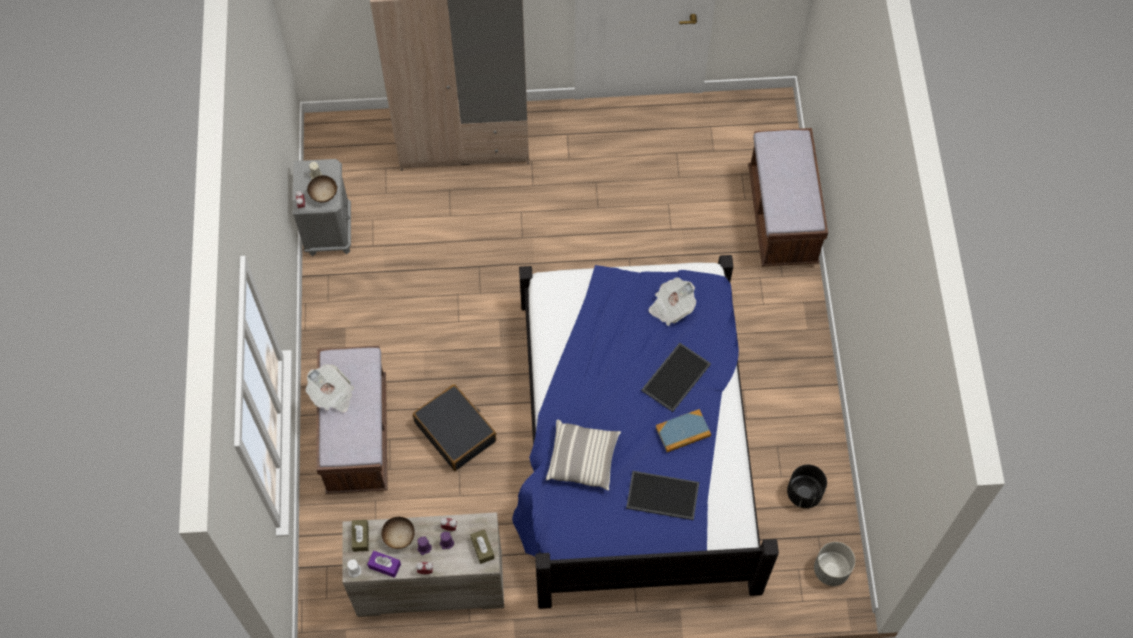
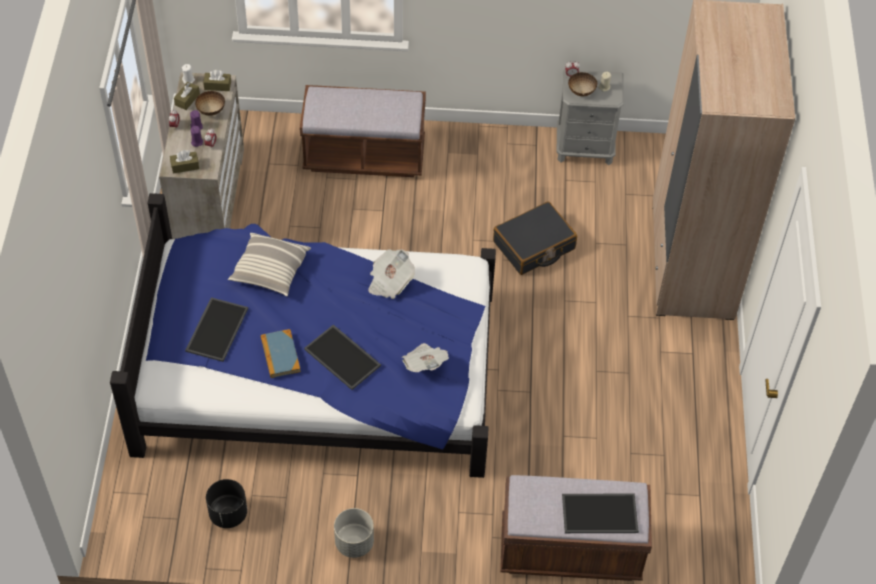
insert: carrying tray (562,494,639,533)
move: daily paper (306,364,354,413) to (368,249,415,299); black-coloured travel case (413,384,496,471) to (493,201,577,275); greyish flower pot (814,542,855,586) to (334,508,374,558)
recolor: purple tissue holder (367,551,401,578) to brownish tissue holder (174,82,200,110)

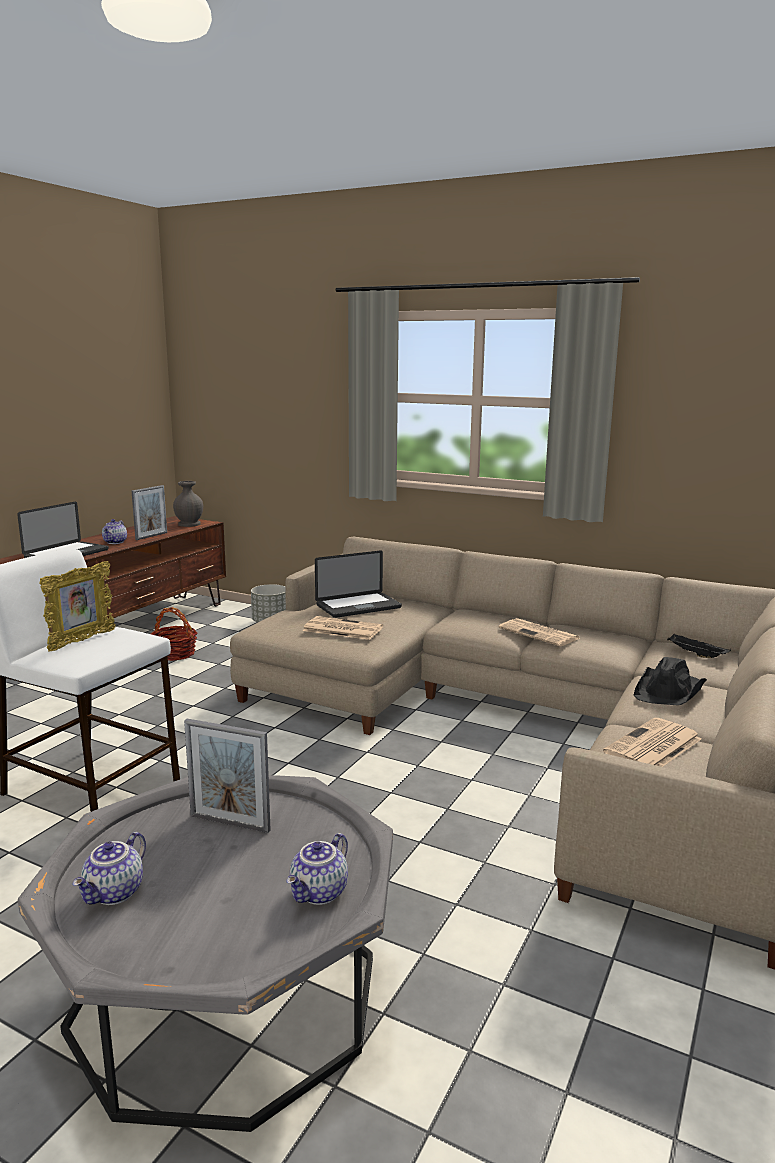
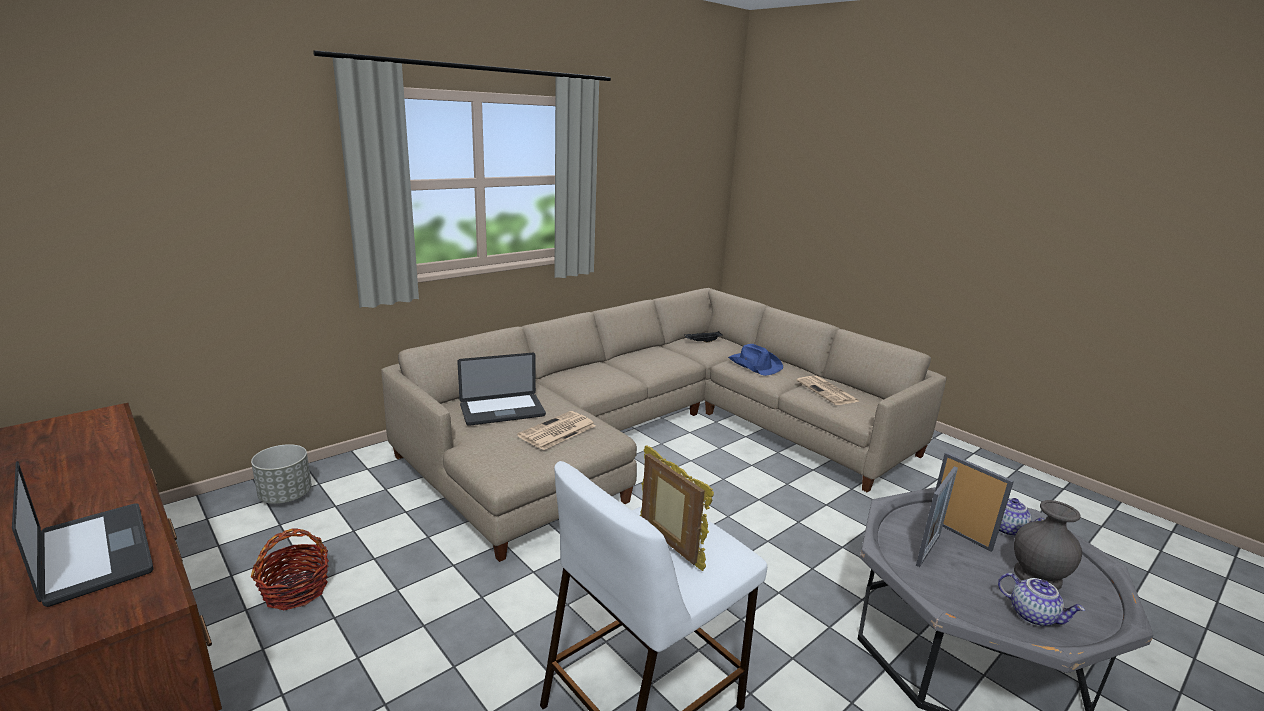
delete: pot for tea (102,519,127,544); daily paper (499,618,580,647)
move: photo frame (132,485,167,540) to (935,452,1014,552); greyish flower vase (173,481,203,527) to (1014,500,1082,590)
recolor: black-coloured hat (633,657,707,706) to bluish hat (728,344,783,376)
rotate: portable computer (315,551,402,618) = (457,353,546,426) 75 degrees clockwise

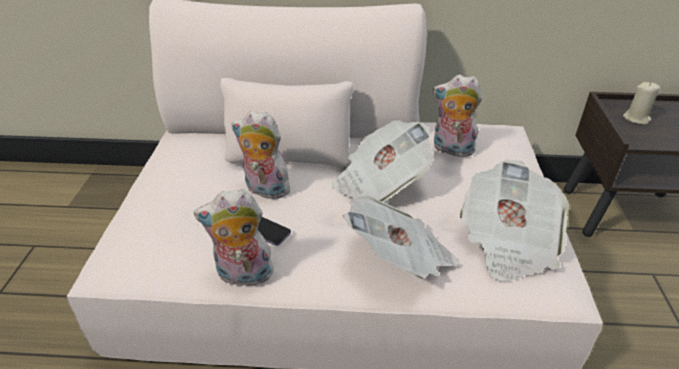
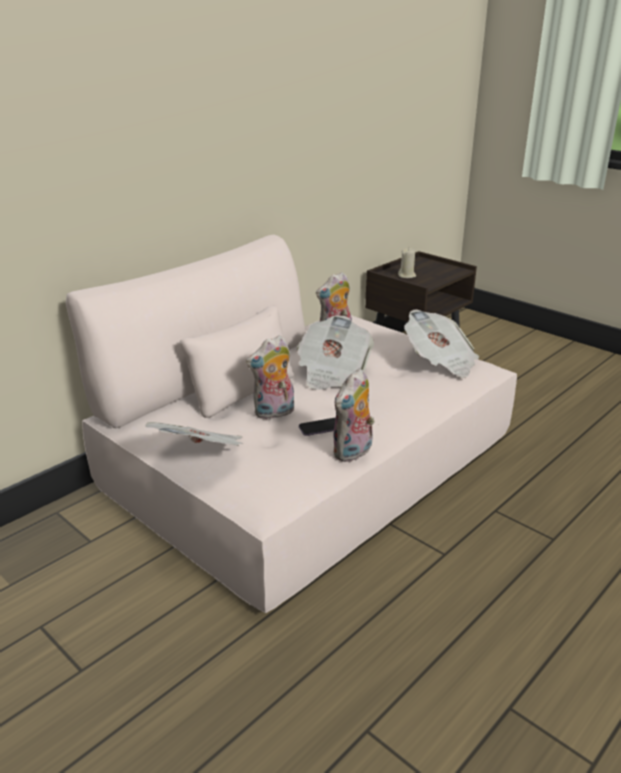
move: daily paper (343,196,460,279) to (145,422,243,446)

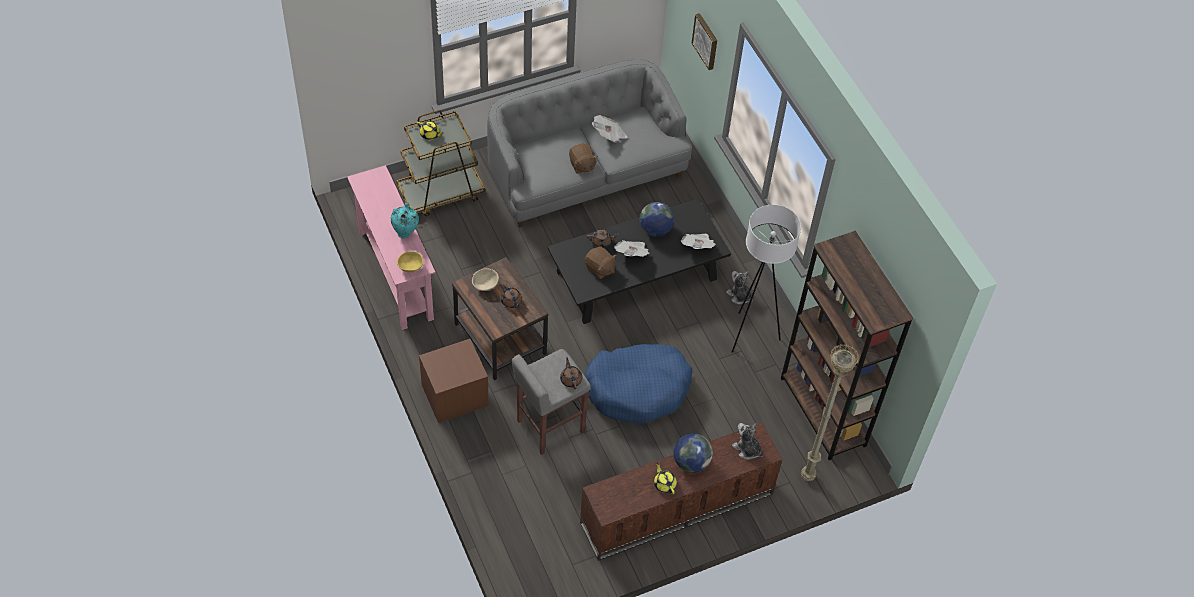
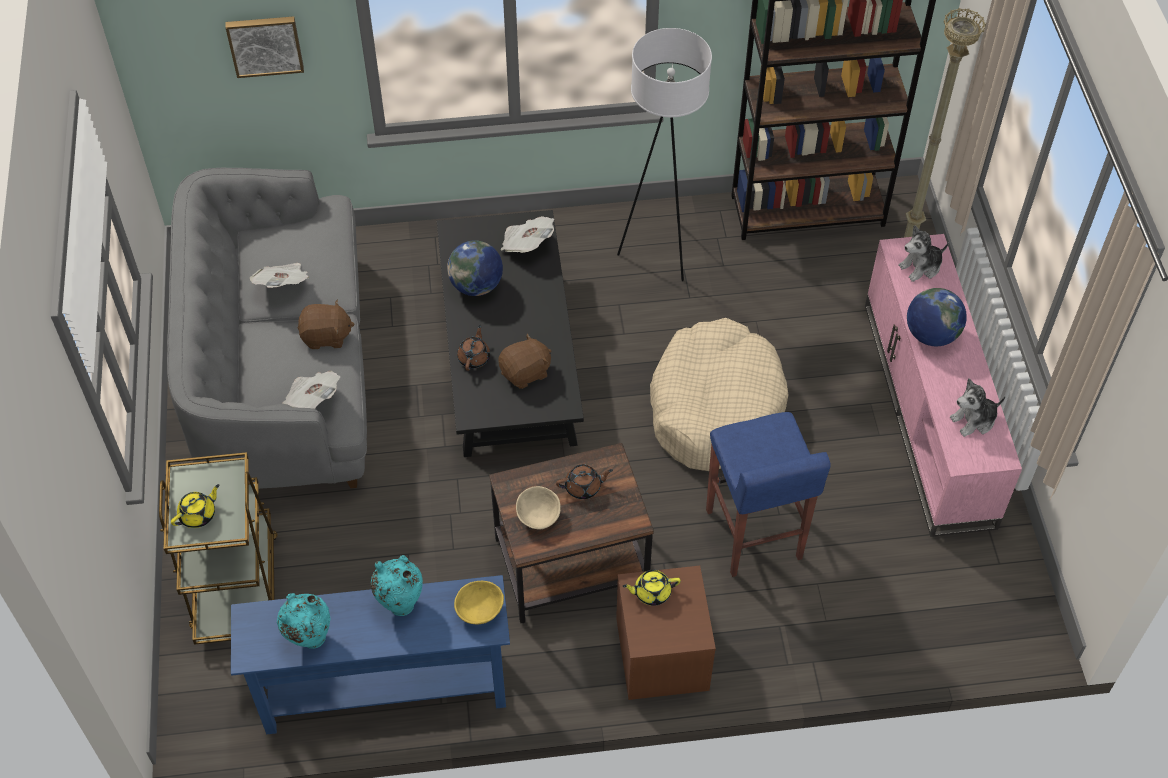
delete: brownish pot for tea (560,357,582,389)
insert: turquoise flower vase (277,593,330,649)
move: daily paper (614,240,649,257) to (282,371,341,409); yellowish pot for tea (654,462,677,494) to (622,570,681,606); plush toy (726,271,753,304) to (950,378,1005,437)
recolor: pink narrow table (347,165,436,330) to bluish narrow table (231,575,510,734); greyish stool seat (512,349,591,455) to bluish stool seat (706,412,831,577); brownish tv unit (580,422,782,561) to pink tv unit (865,234,1022,537); bluish dog bed (585,344,693,423) to sand-coloured dog bed (650,318,789,471)

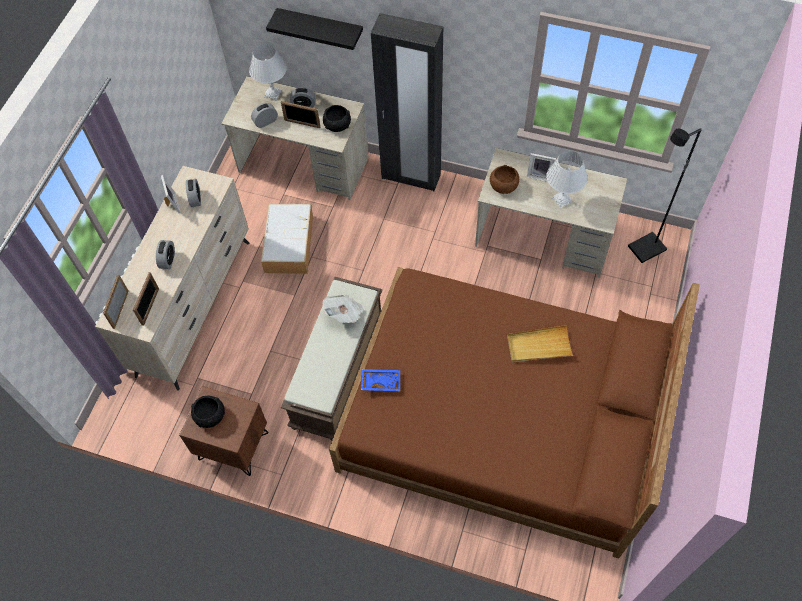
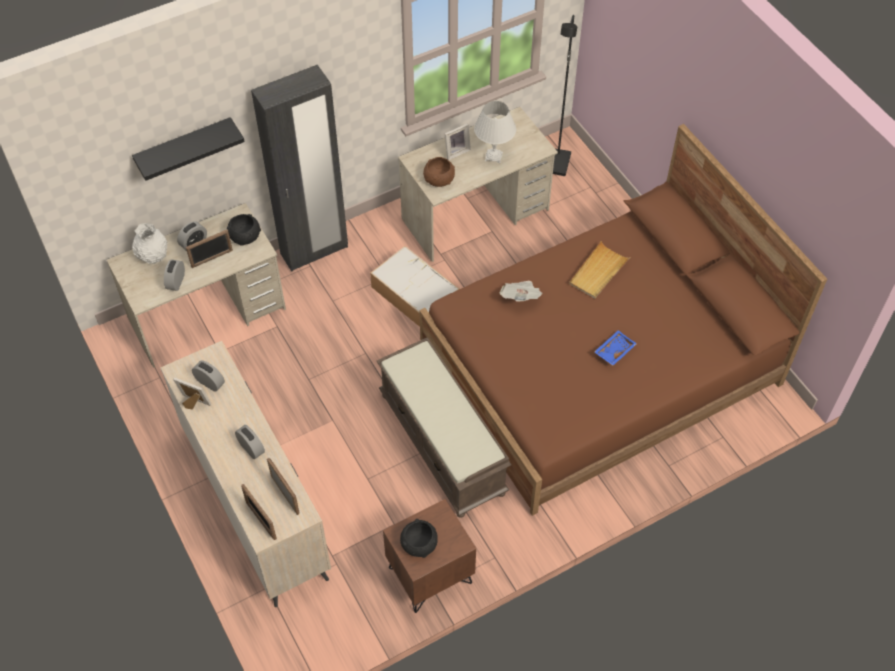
move: storage box (261,204,313,274) to (370,246,459,327); daily paper (322,295,366,323) to (499,281,543,302); bluish carrying tray (361,369,400,391) to (594,330,637,366)
replace: whitish lamp for a table (249,44,287,101) to whitish flower vase (132,223,167,264)

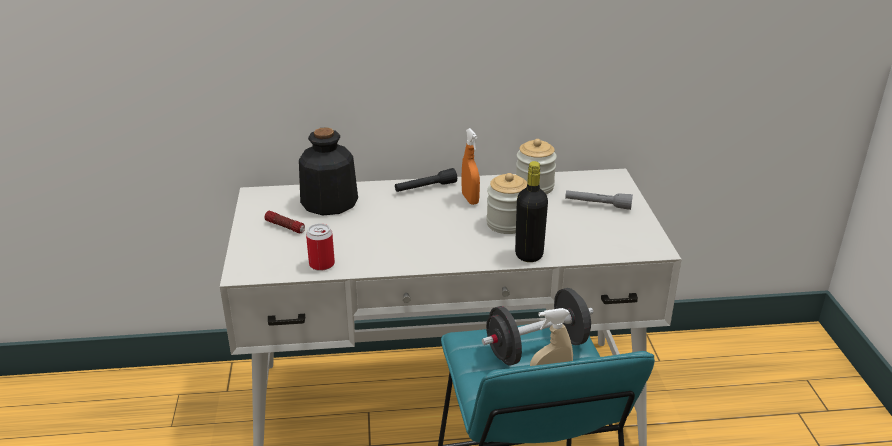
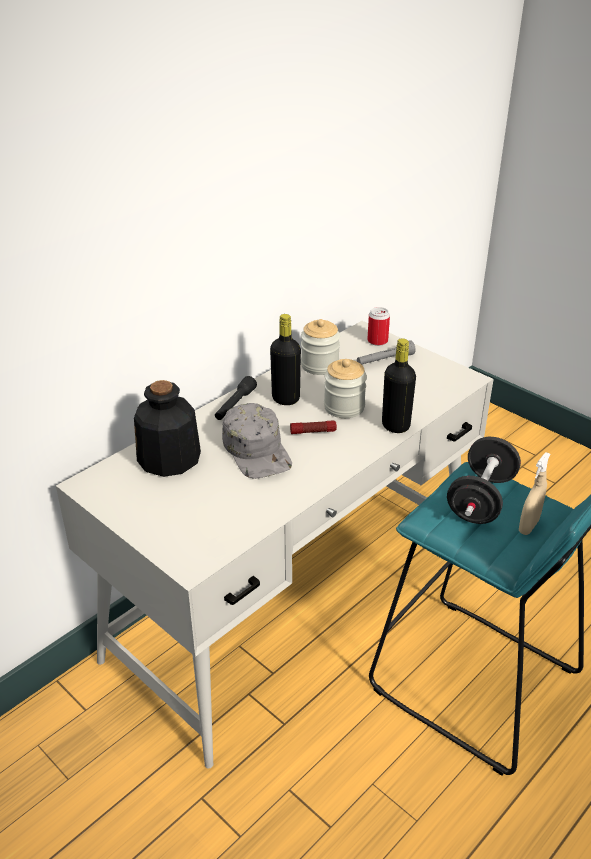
insert: greyish peaked cap (222,403,292,479)
move: torch (264,211,305,234) to (290,420,337,434); metal can (306,223,335,271) to (367,307,390,346)
replace: orangey sprayer (462,128,480,205) to black-coloured drink bottle (270,314,301,405)

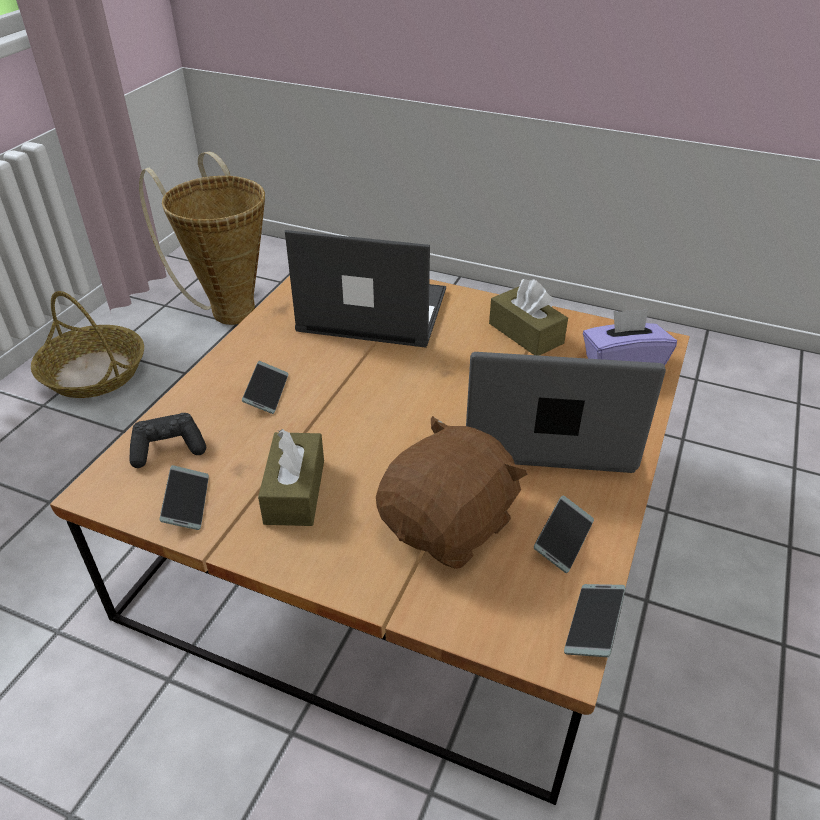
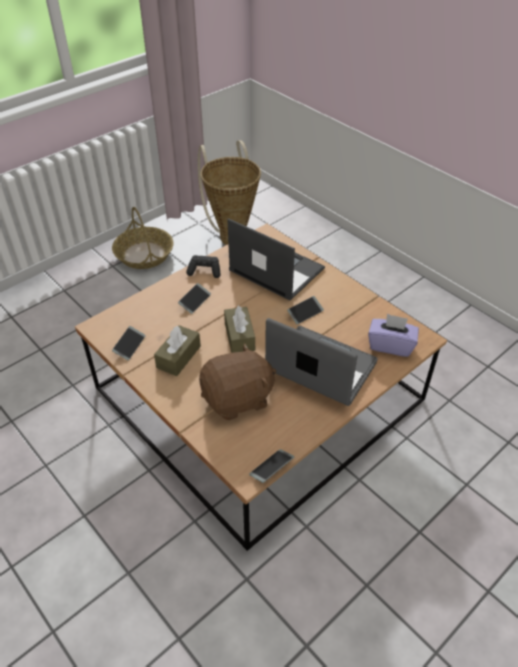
move: black-coloured game controller (129,413,206,468) to (186,255,220,278); brownish tissue holder (489,279,568,356) to (224,305,255,353); handset (534,495,594,573) to (287,296,324,324)

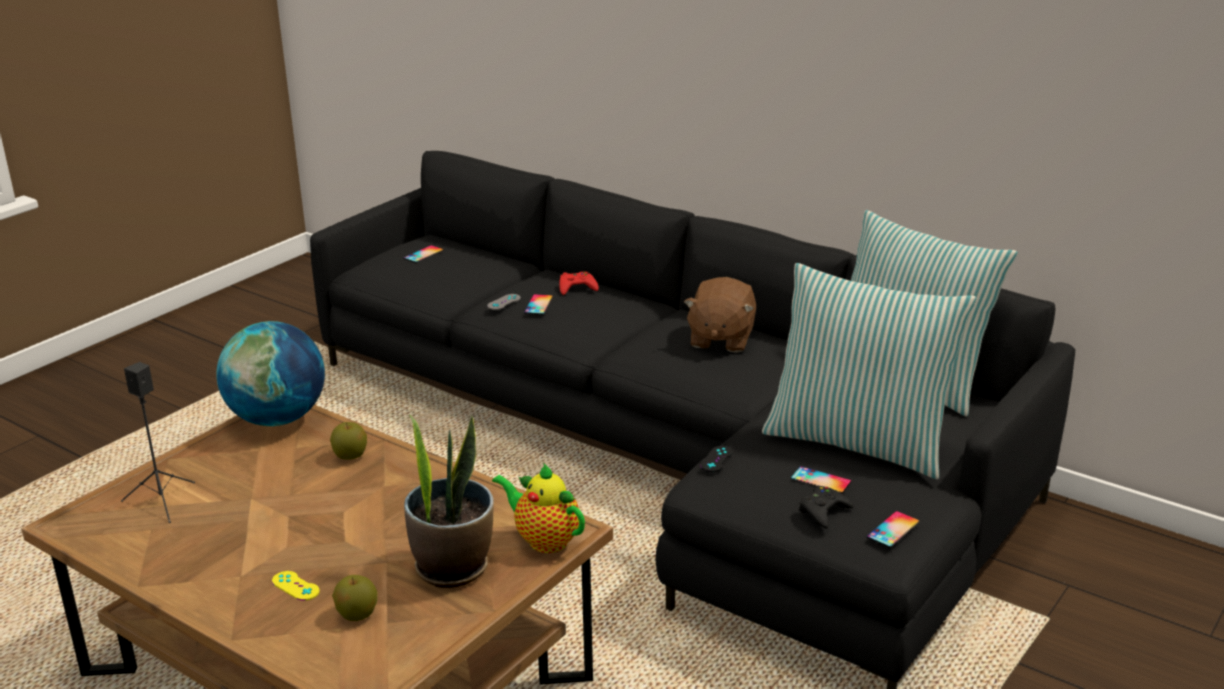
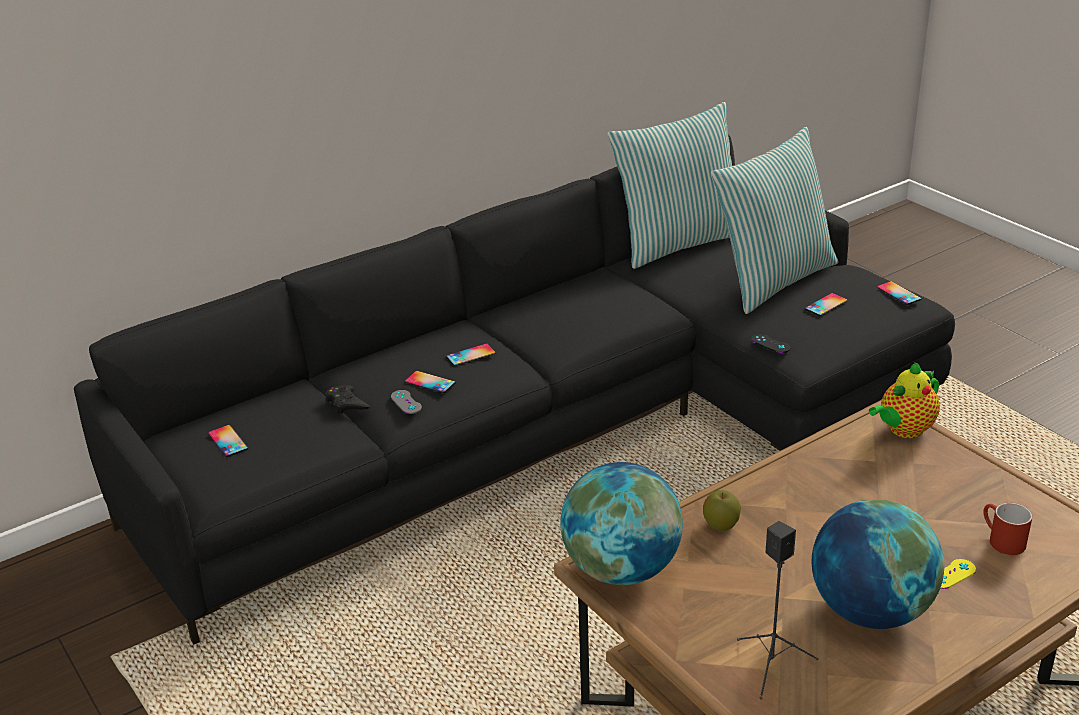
delete: plant in a pot (404,414,494,588); reddish game controller (559,271,599,295); brownish plush toy (684,277,756,353)
insert: handset (446,343,496,366); desk globe (812,499,944,629)
move: black-coloured game controller (799,486,853,529) to (326,385,370,414)
replace: apple fruit (332,575,377,621) to reddish mug (983,503,1032,555)

